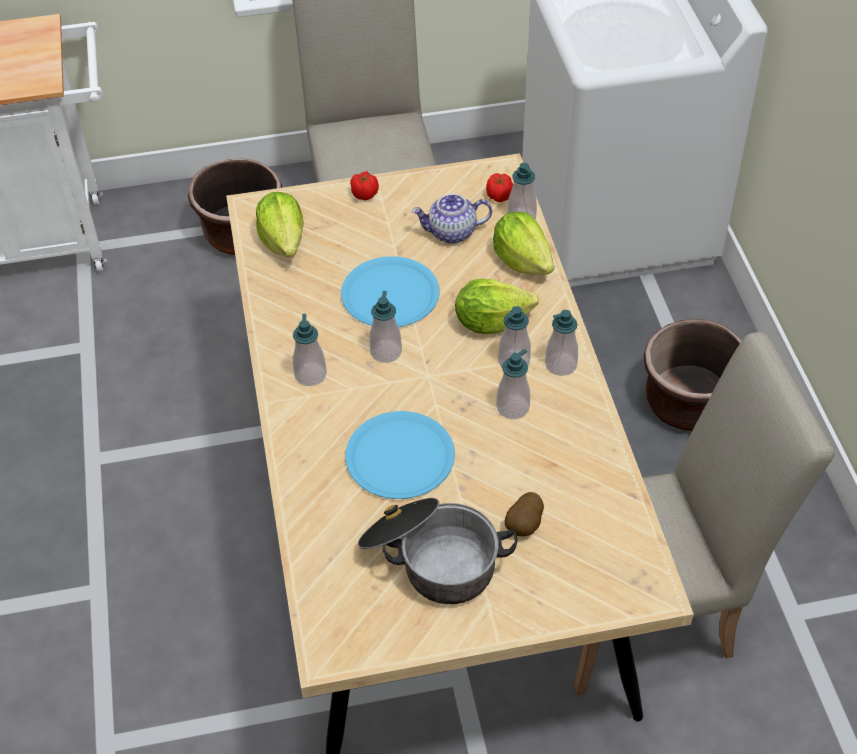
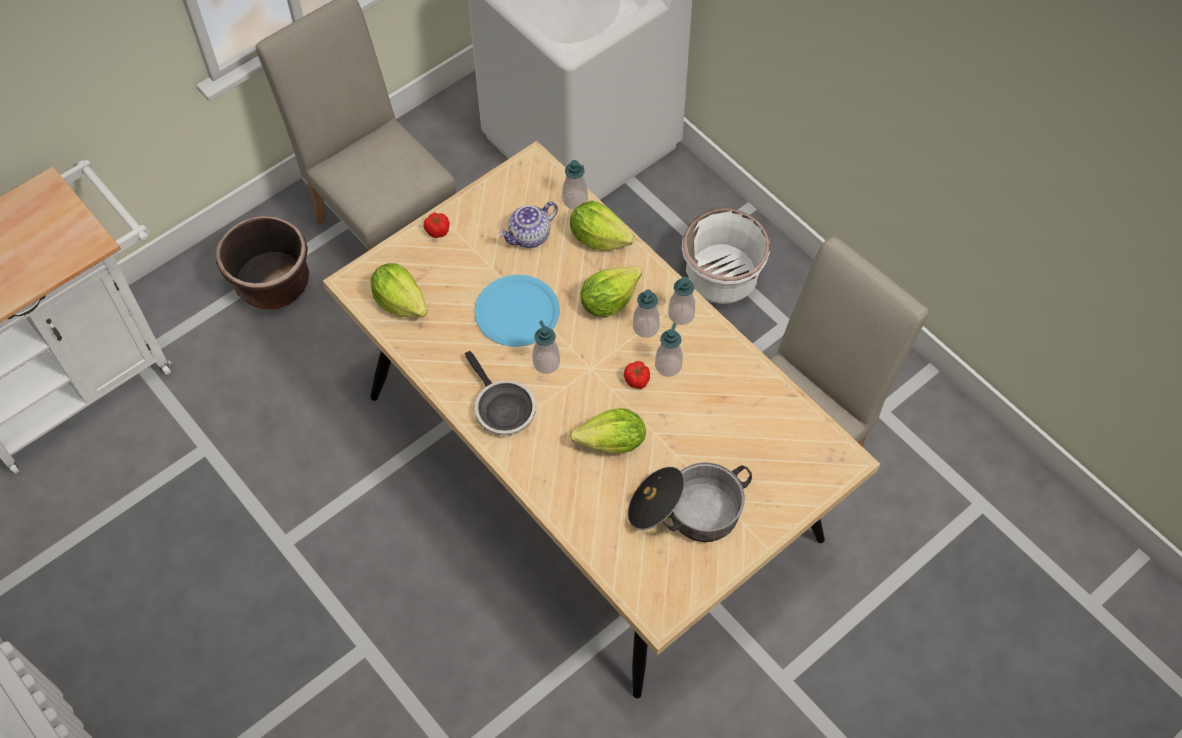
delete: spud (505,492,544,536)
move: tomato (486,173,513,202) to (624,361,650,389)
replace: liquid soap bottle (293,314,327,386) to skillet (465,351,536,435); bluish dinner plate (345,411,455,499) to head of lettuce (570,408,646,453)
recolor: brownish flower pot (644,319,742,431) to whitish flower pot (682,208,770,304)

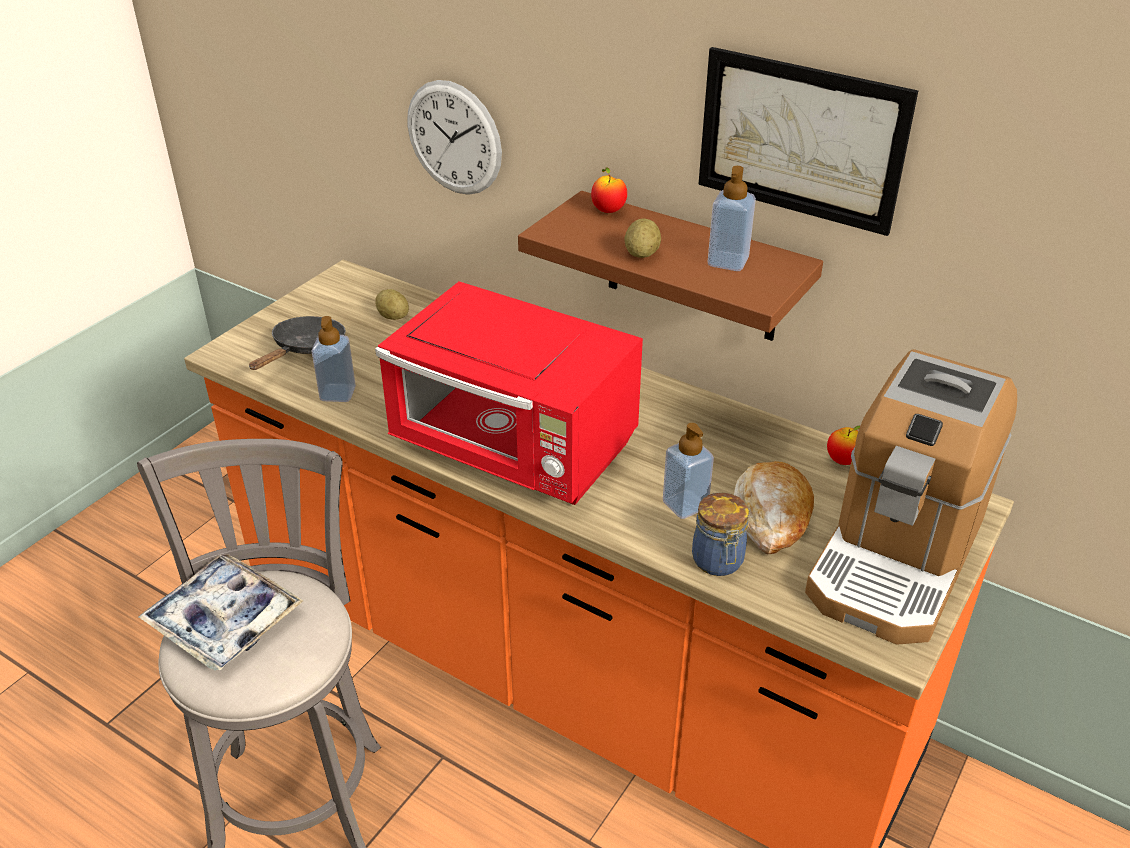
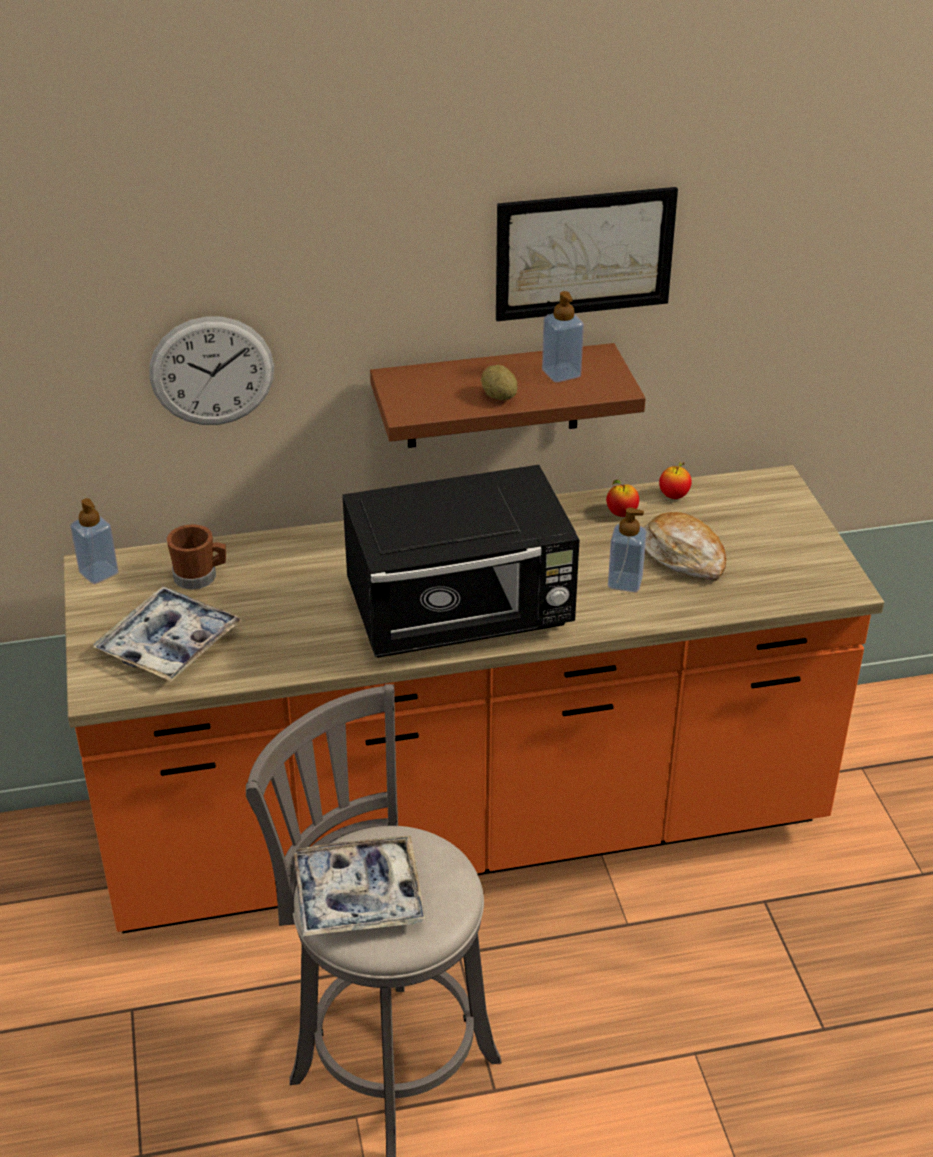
delete: storage jar (692,493,749,576); coffee maker (805,349,1017,645)
move: liquid soap bottle (312,316,356,402) to (70,498,119,584); apple fruit (591,167,627,213) to (606,480,639,517)
replace: black-coloured skillet (249,316,346,370) to carrying tray (93,587,242,681); spud (375,289,409,320) to brownish mug (167,524,226,590)
recolor: reddish microwave (375,281,643,505) to black-coloured microwave (342,465,580,658)

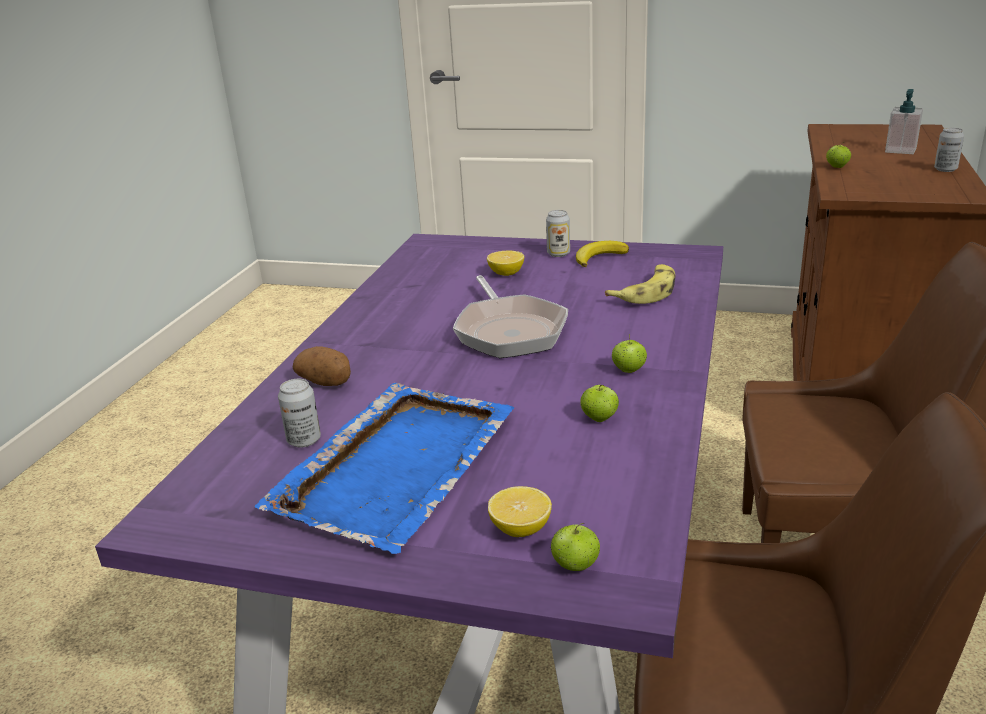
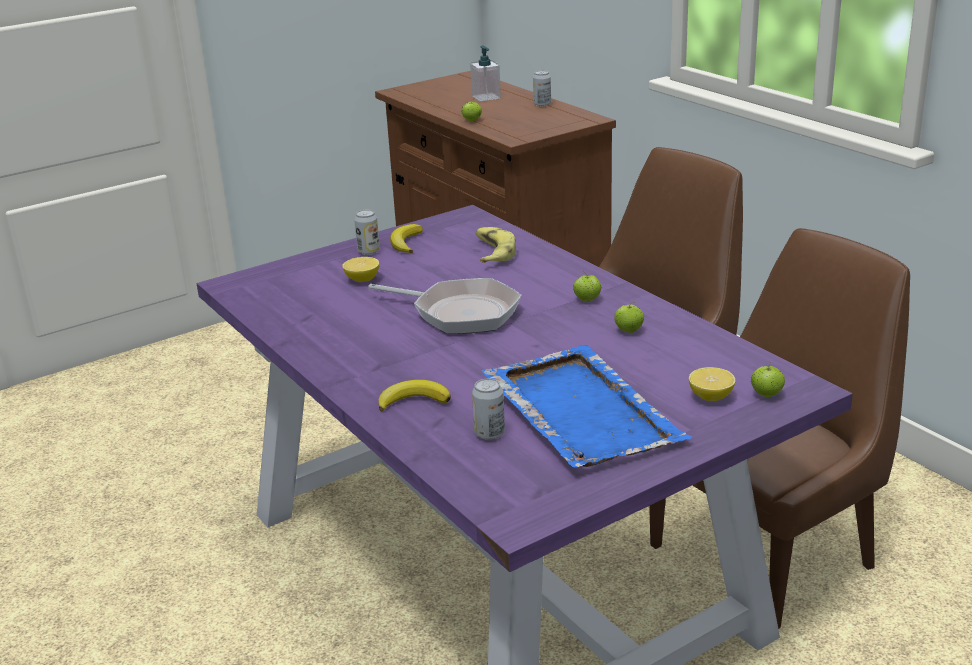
replace: spud (292,346,351,386) to banana fruit (379,380,451,412)

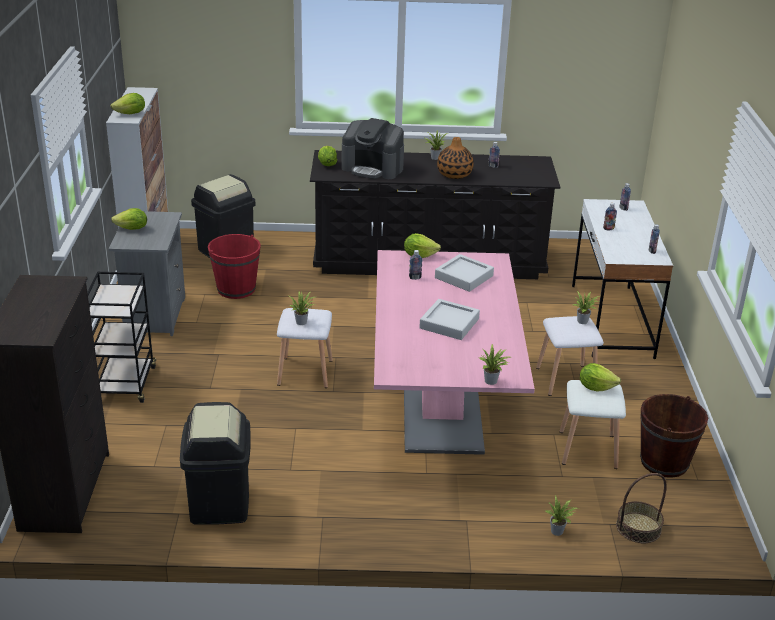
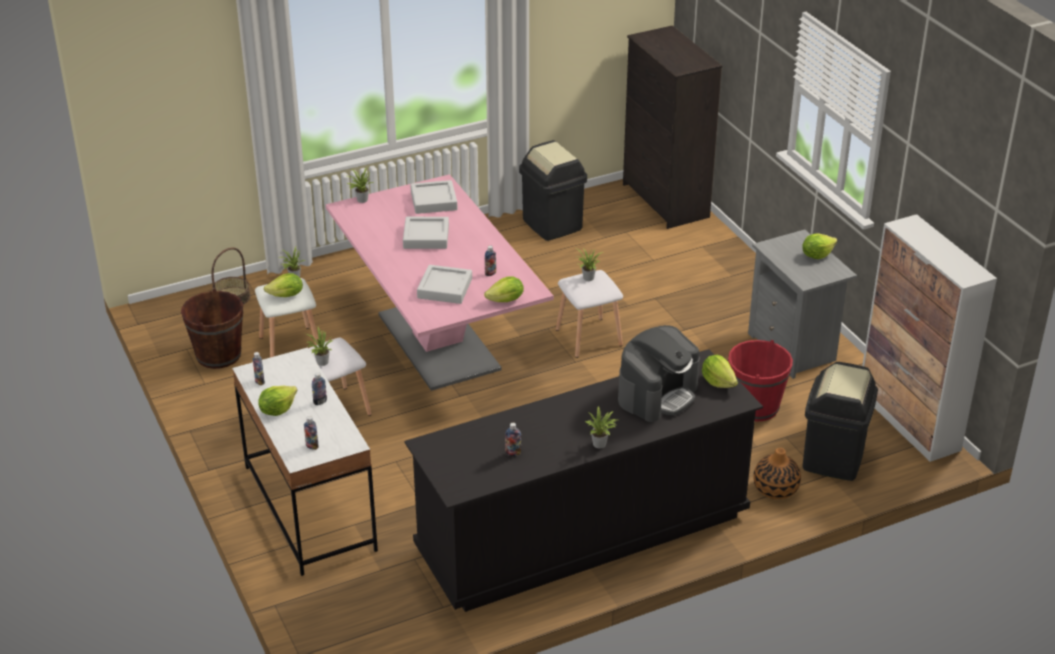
delete: black-coloured trolley (87,272,156,403)
insert: greyish carrying tray (411,180,457,214)
move: head of lettuce (111,93,145,114) to (258,386,297,416); flower vase (437,137,474,179) to (753,448,801,499)
rotate: coffee maker (342,118,404,179) = (618,325,700,422) 135 degrees clockwise

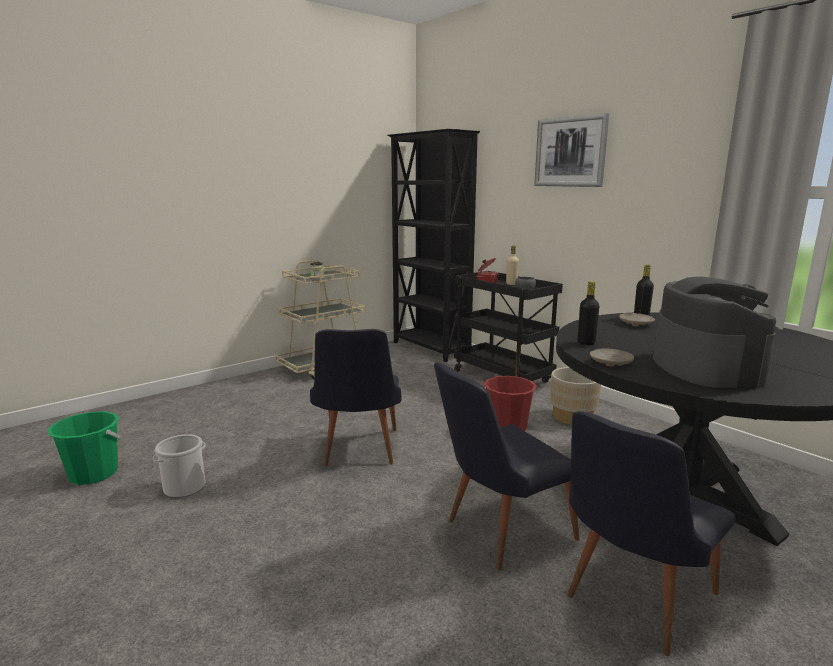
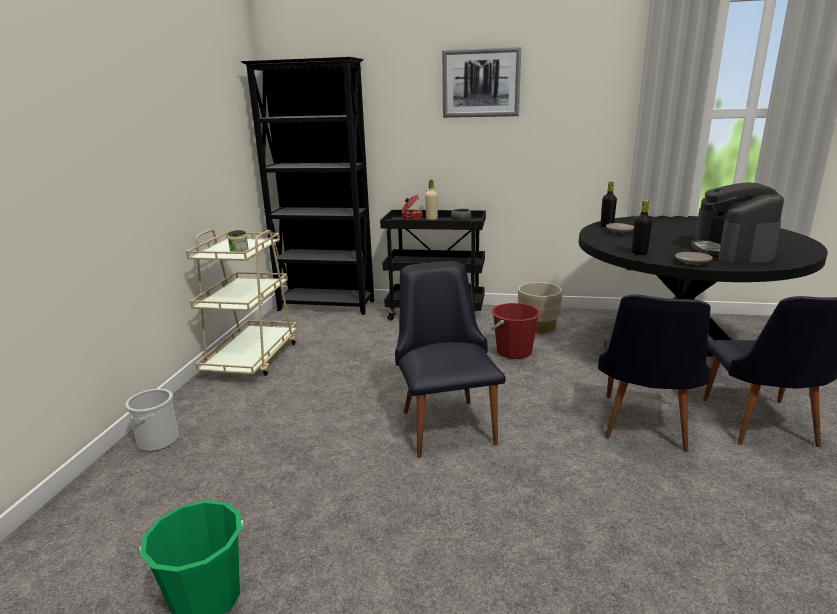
move: pail (153,434,206,498) to (125,389,179,452)
rotate: black-coloured plain chair (310,329,401,466) = (395,261,506,458) 150 degrees counterclockwise; coffee maker (653,276,776,388) = (691,182,784,263) 135 degrees counterclockwise

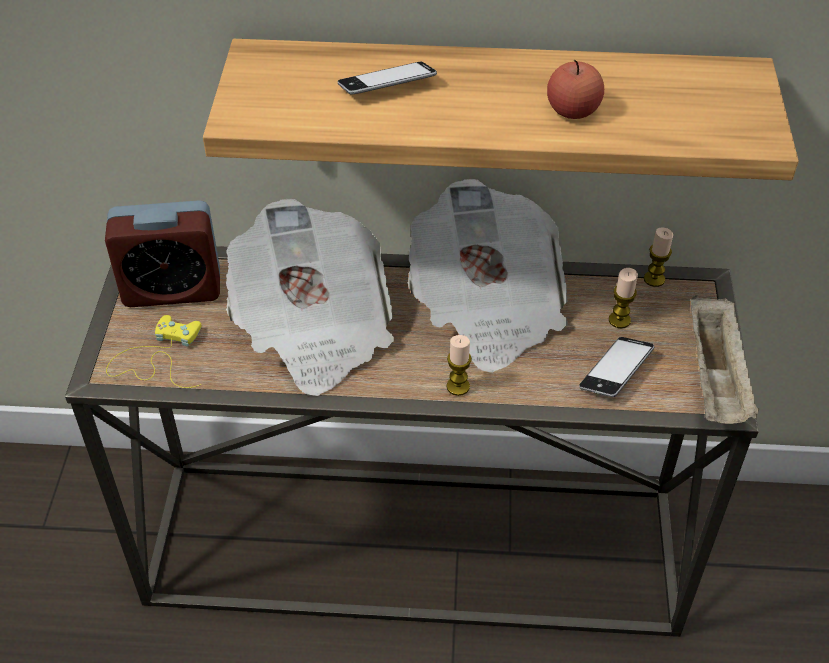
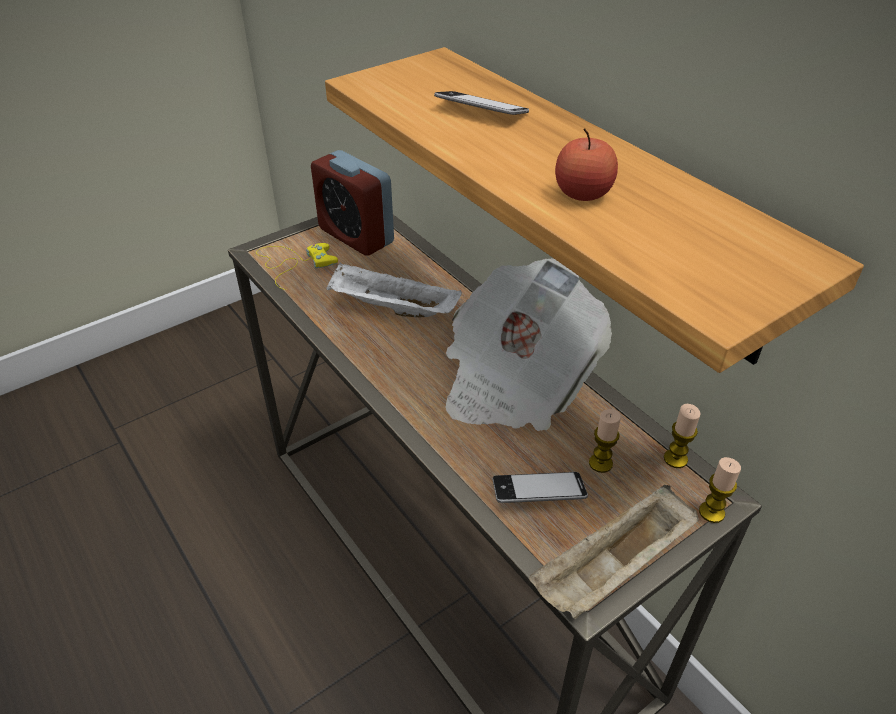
move: candle (447,335,472,396) to (699,457,741,523)
replace: daily paper (226,199,394,396) to whitish carrying tray (326,262,462,317)

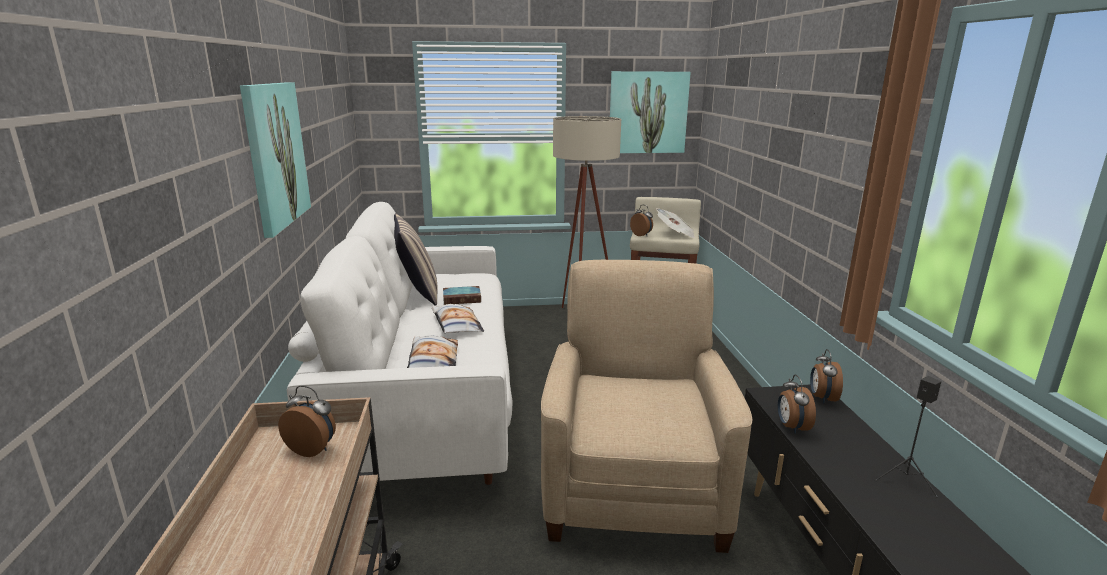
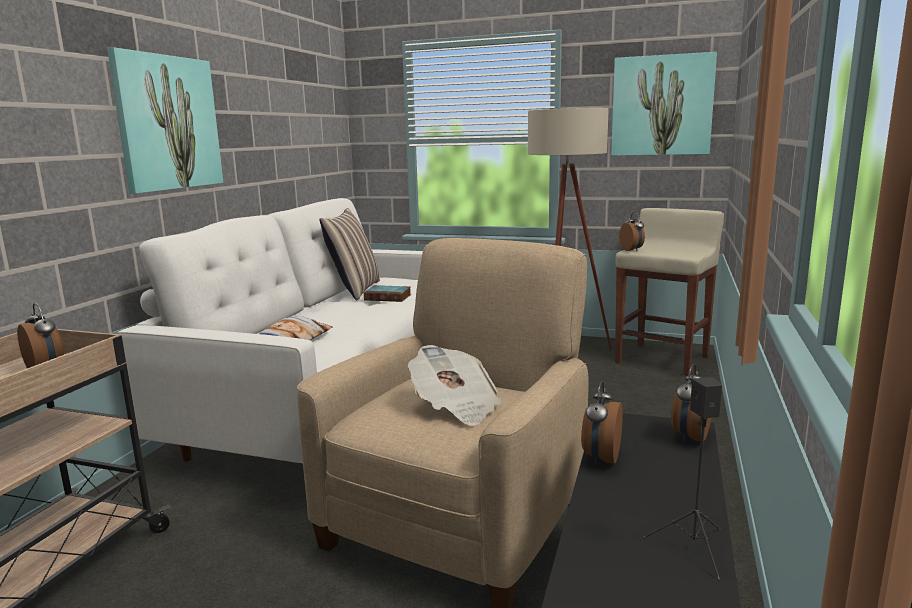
delete: pillow (432,304,484,333)
move: daily paper (656,208,695,238) to (408,345,502,426)

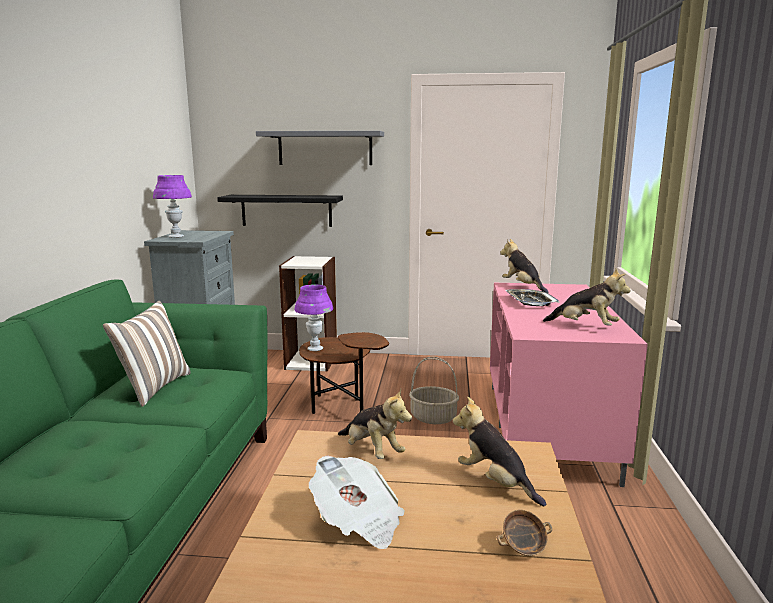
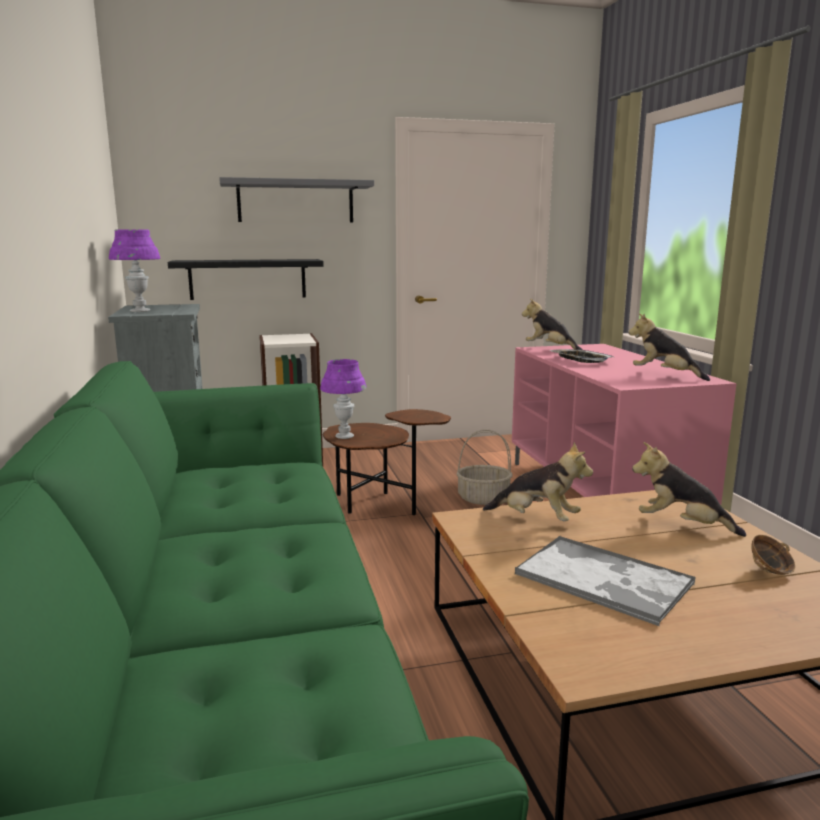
delete: pillow (103,301,191,407)
replace: daily paper (309,456,405,549) to carrying tray (515,536,696,626)
rotate: plush toy (543,268,631,326) = (629,313,710,381) 150 degrees counterclockwise

